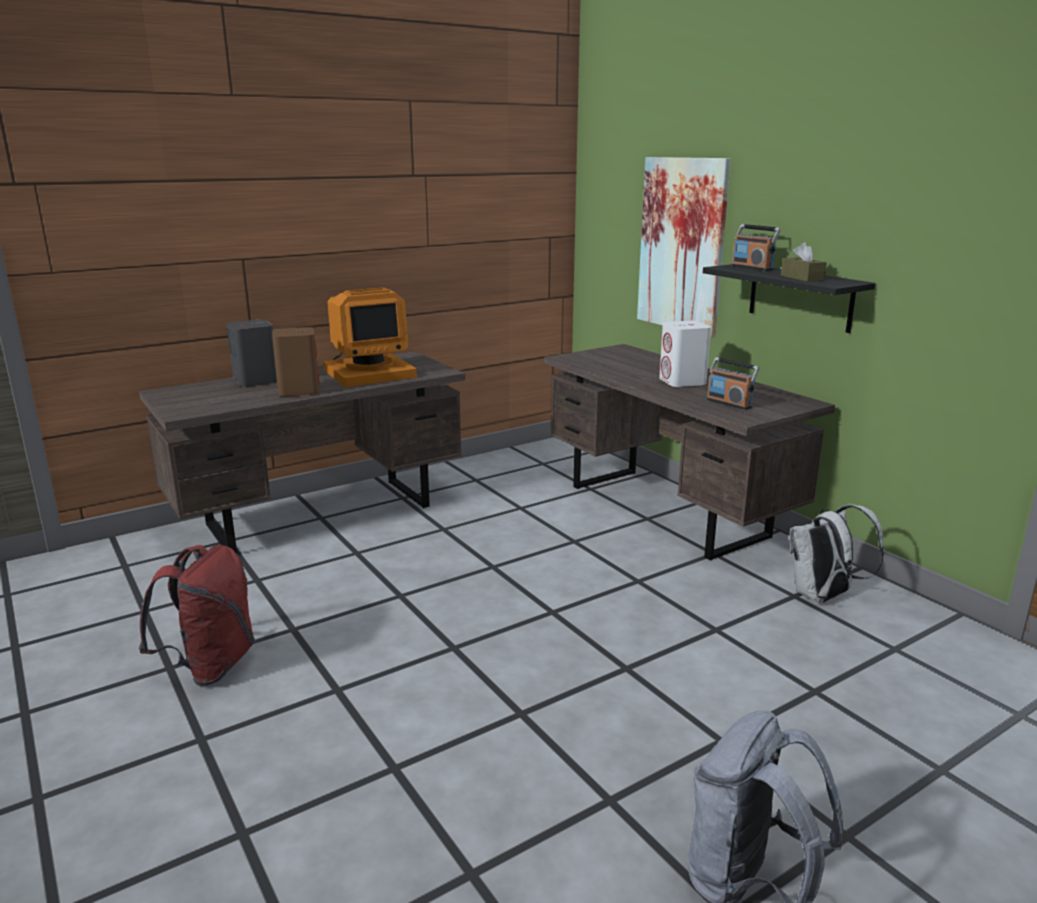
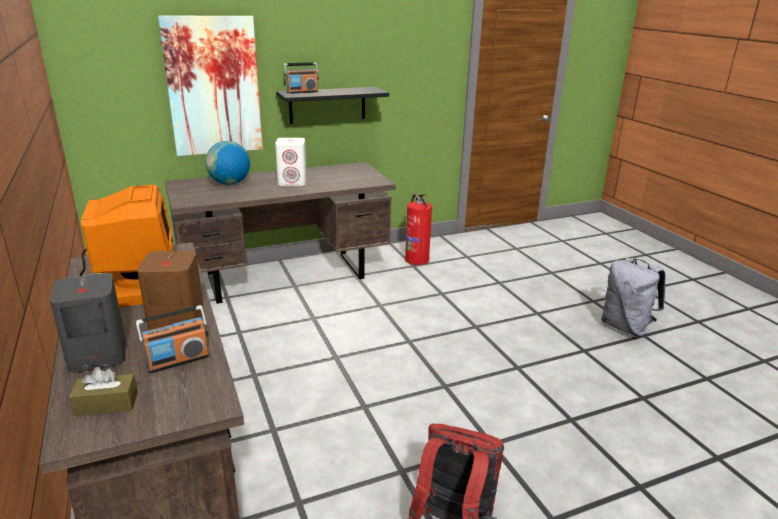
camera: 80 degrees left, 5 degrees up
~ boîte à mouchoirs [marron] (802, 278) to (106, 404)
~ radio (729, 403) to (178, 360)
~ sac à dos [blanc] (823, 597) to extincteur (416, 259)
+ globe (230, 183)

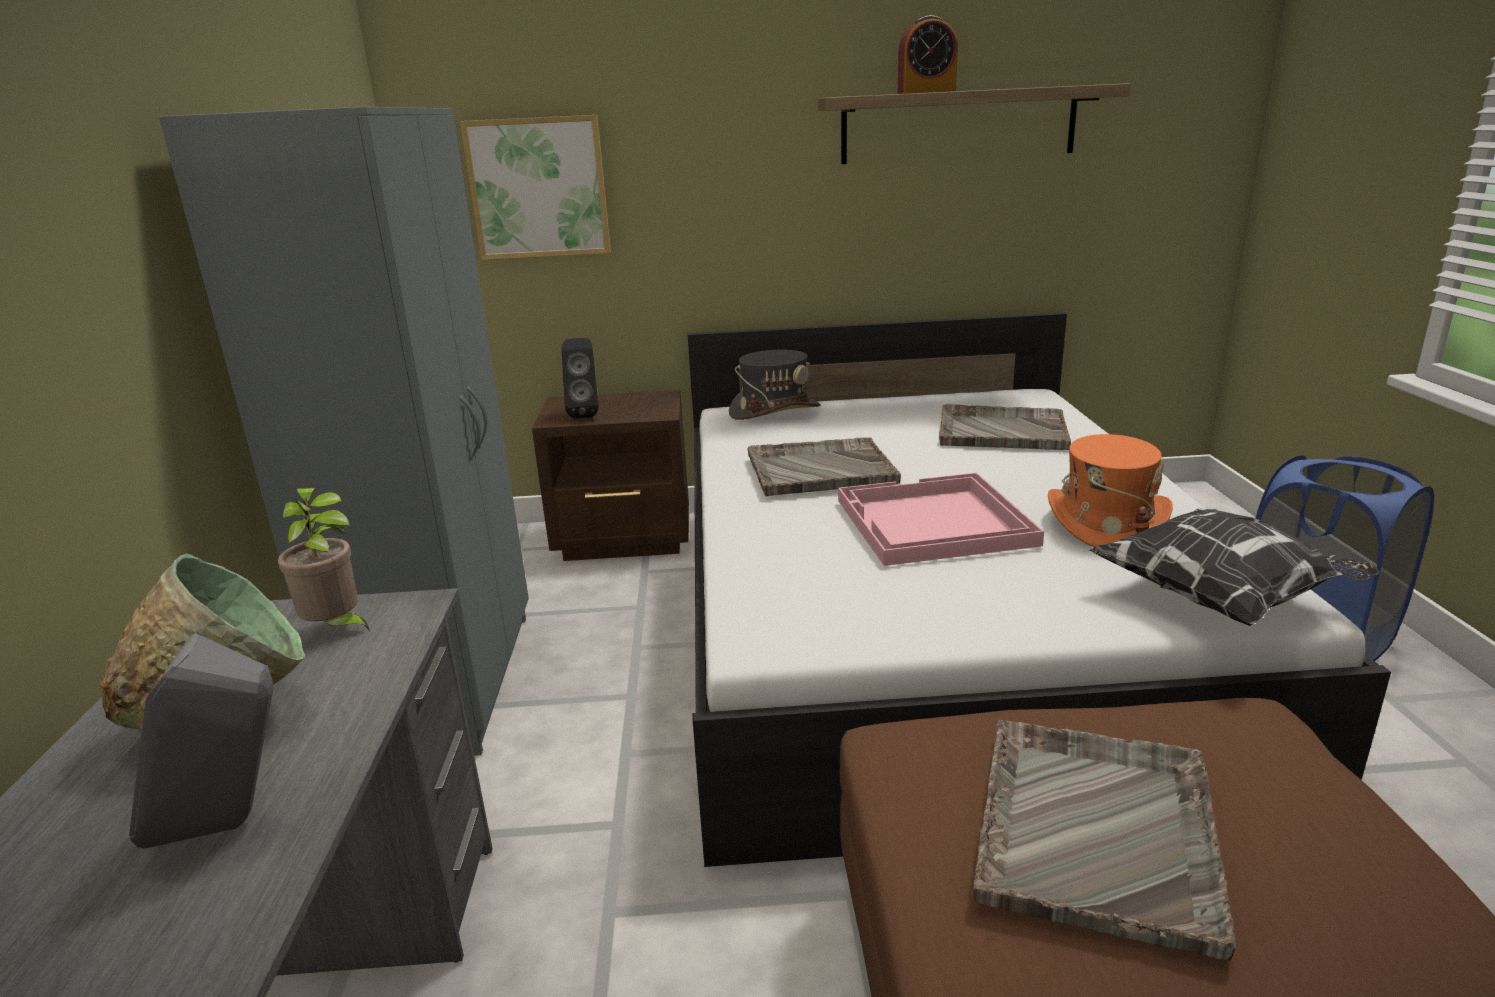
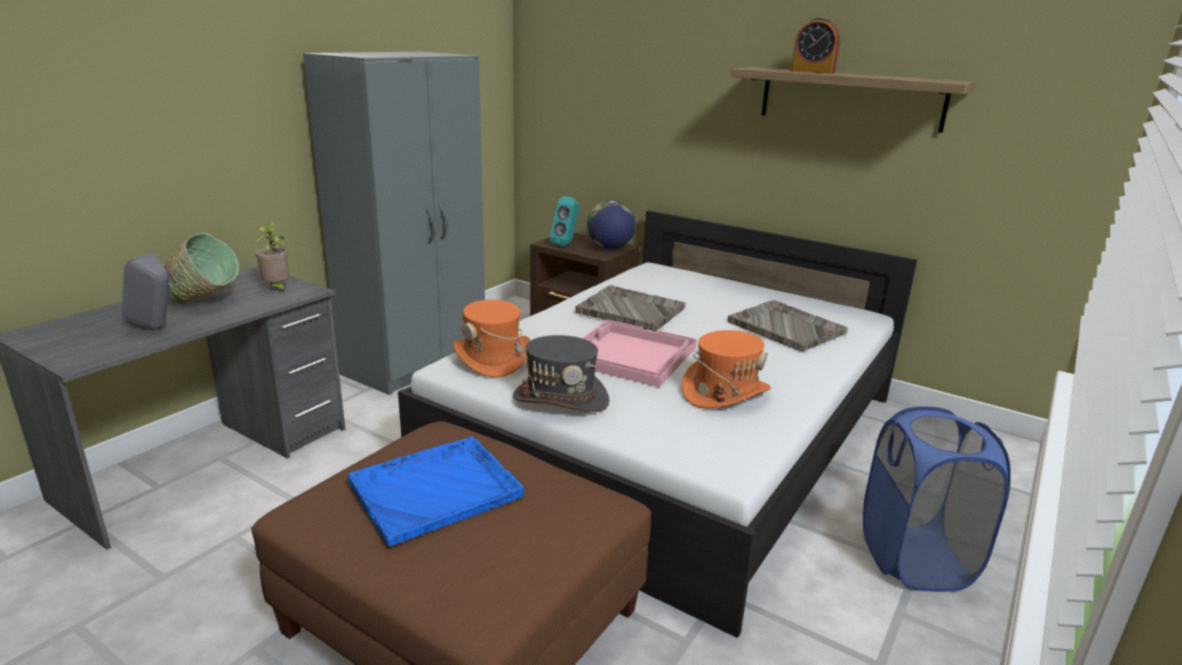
camera: 35 degrees right, 0 degrees up
- tableau (538, 188)
~ enceinte [noir] (585, 414) to enceinte [turquoise] (566, 244)
~ chapeau [gris] (774, 410) to (561, 399)
- coussin (1222, 599)
~ plateau [gris] (1096, 827) to plateau [bleu] (437, 489)
+ globe (610, 248)
+ chapeau [orange] (493, 358)

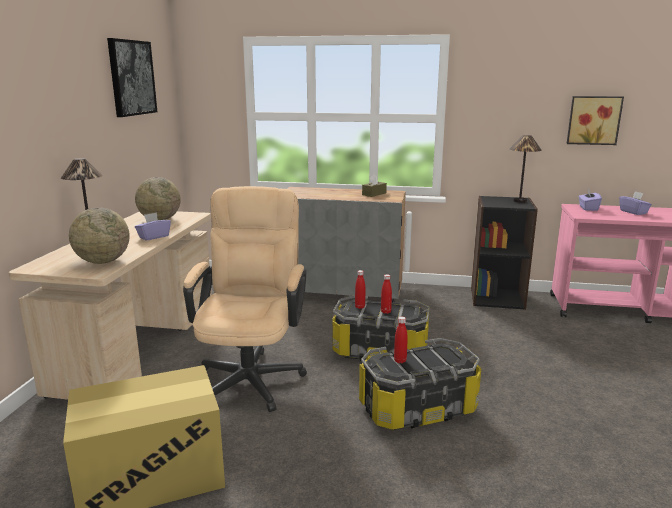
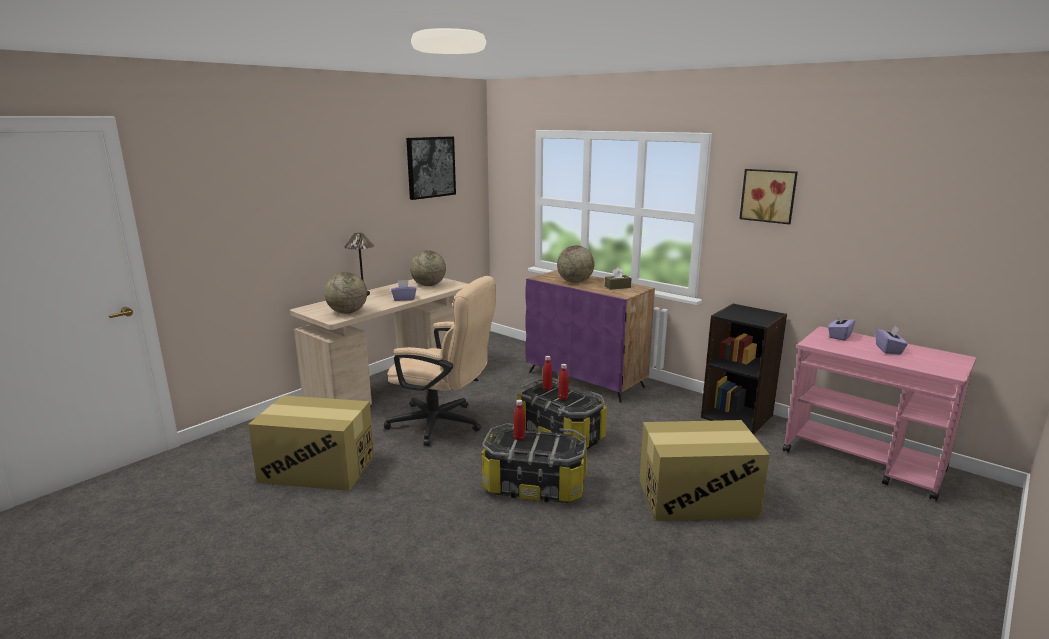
camera: 30 degrees right, 0 degrees up
~ tableau (593, 120) to (768, 195)
- lampe de table (519, 201)
~ chaise de bureau [beige] (252, 375) = (443, 425) 75 degrees clockwise
~ meuble de rangement [gris] (342, 295) to meuble de rangement [violet] (586, 379)
+ globe (575, 282)
+ carton (696, 498)

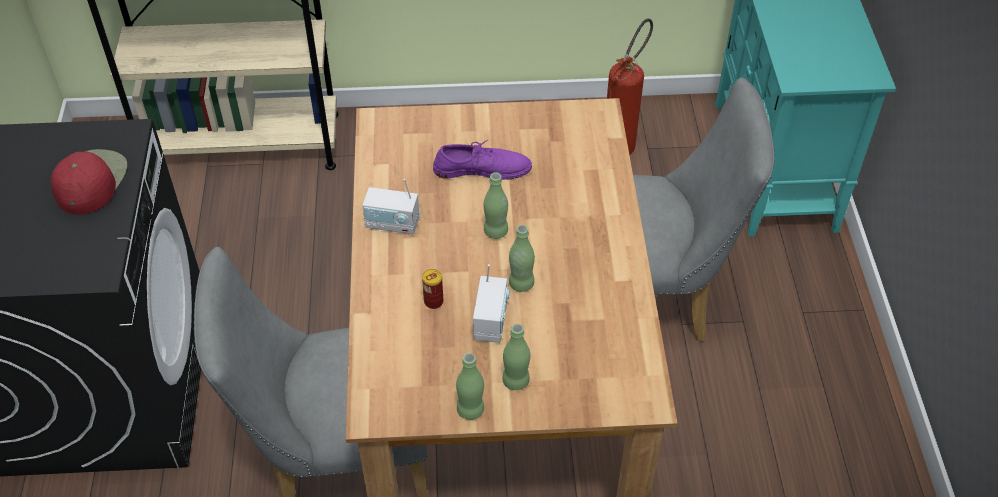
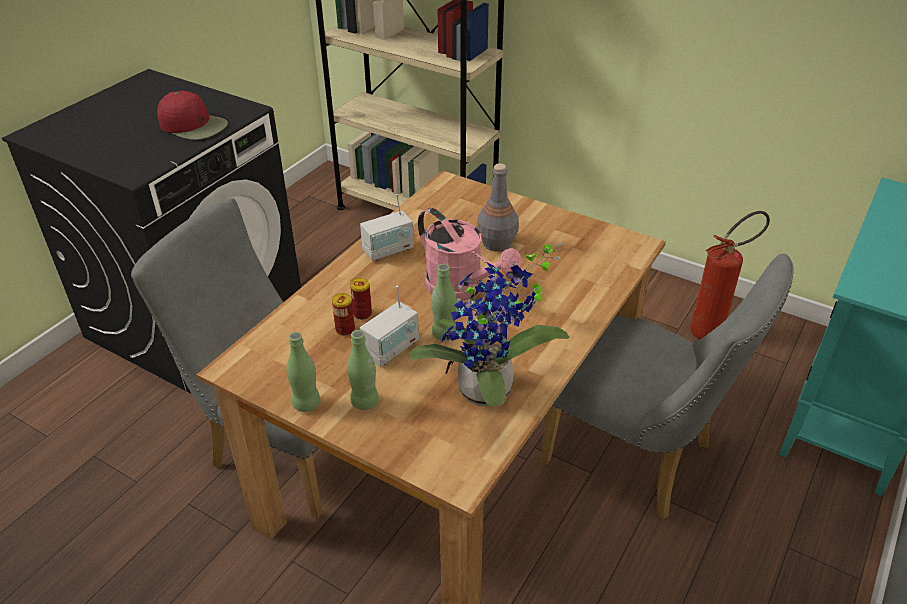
camera: 35 degrees right, 10 degrees down
~ chaussure [violet] (482, 168) to bouteille [gris] (496, 243)
~ casquette [rouge] (90, 181) = (194, 125) 75 degrees clockwise
~ bouteille [vert] (495, 231) to arrosoir [rose] (462, 289)
~ radio (392, 224) = (388, 250) 75 degrees counterclockwise
+ plante en pot (488, 395)
+ boîte métallique (345, 329)

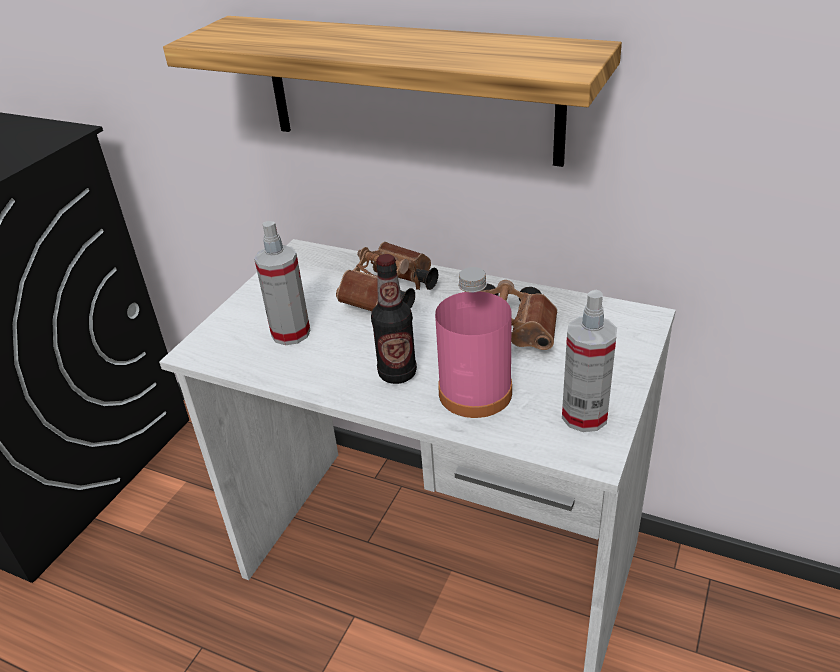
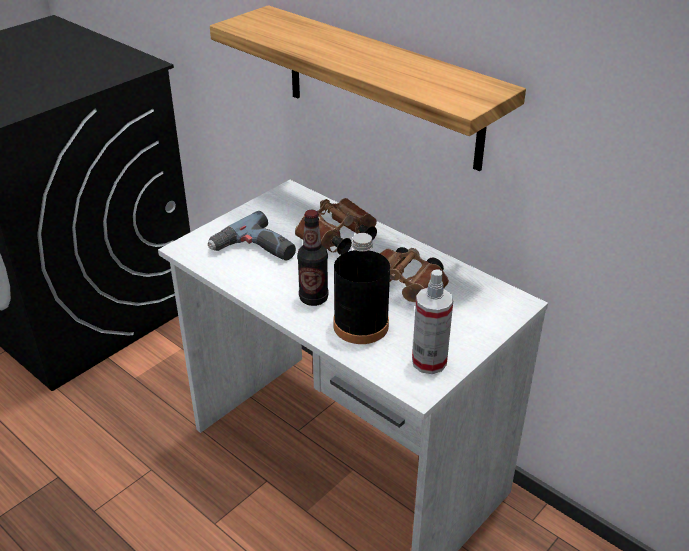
camera: 15 degrees right, 0 degrees up
~ vaporisateur (290, 333) to perceuse (254, 251)
~ bouteille [rose] (475, 392) to bouteille [noir] (361, 325)

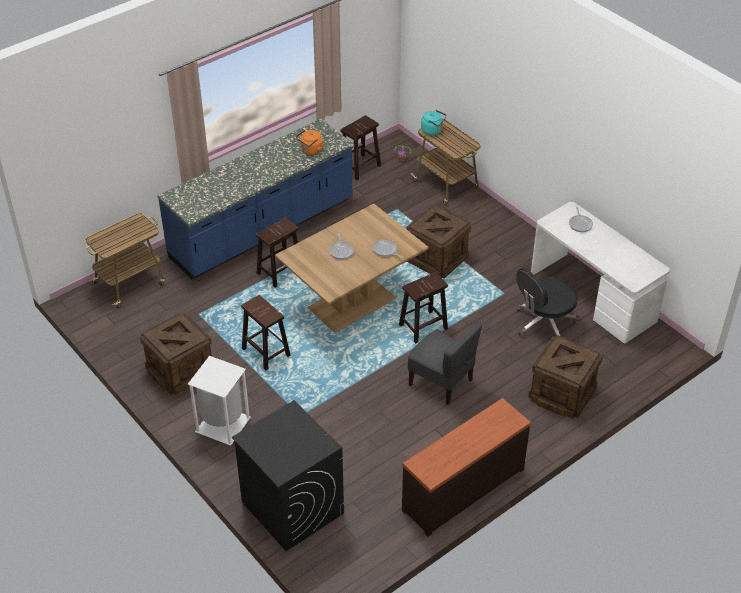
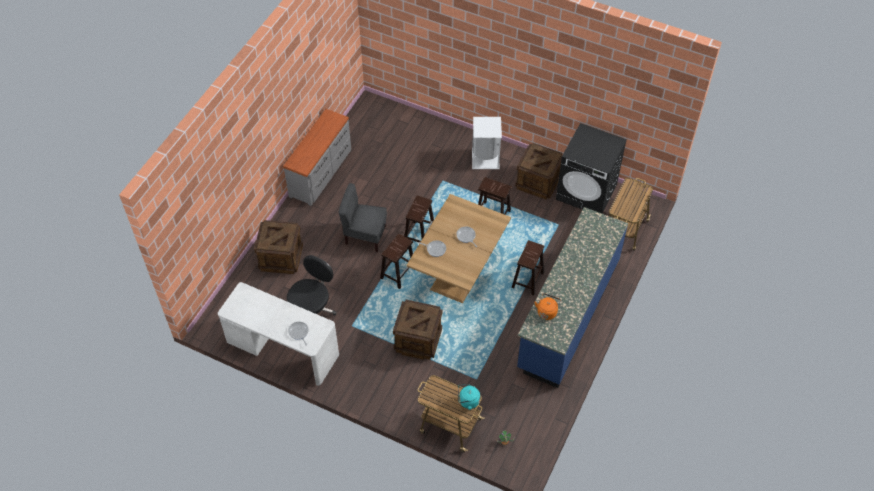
camera: 155 degrees right, 10 degrees up
~ tabouret [marron] (359, 167) to (419, 234)
~ commode [marron] (462, 488) to commode [gris] (321, 173)
~ lave-linge [noir] (292, 507) to (586, 192)

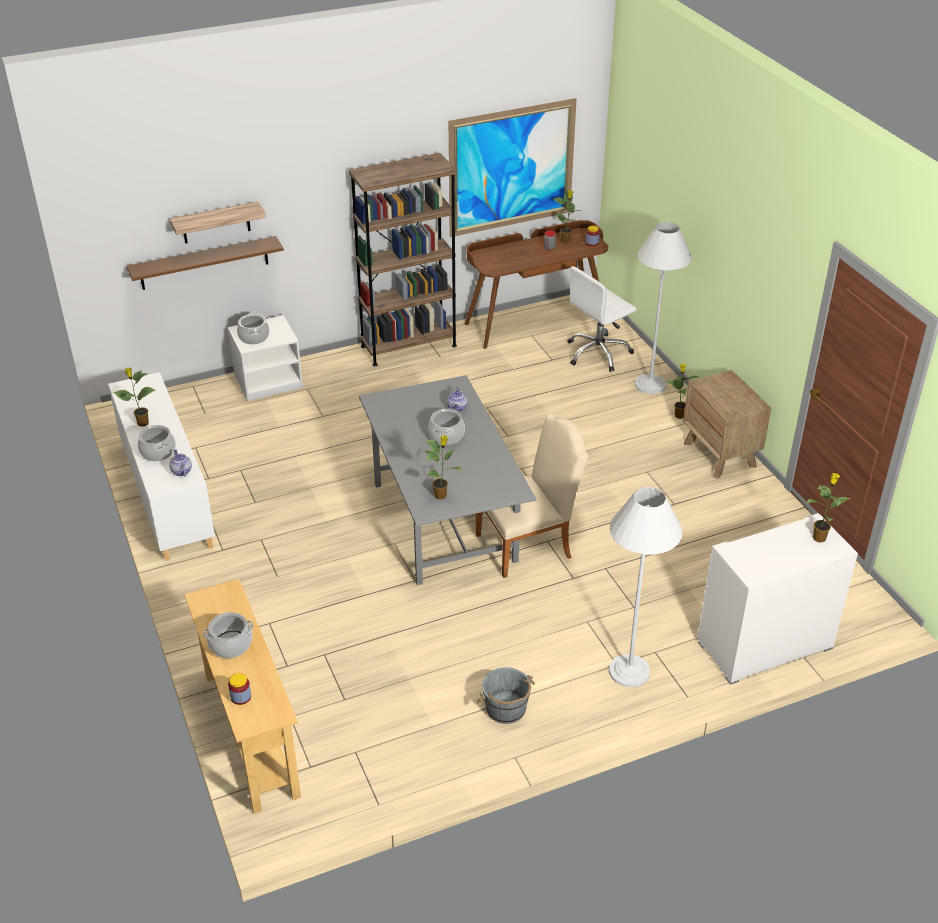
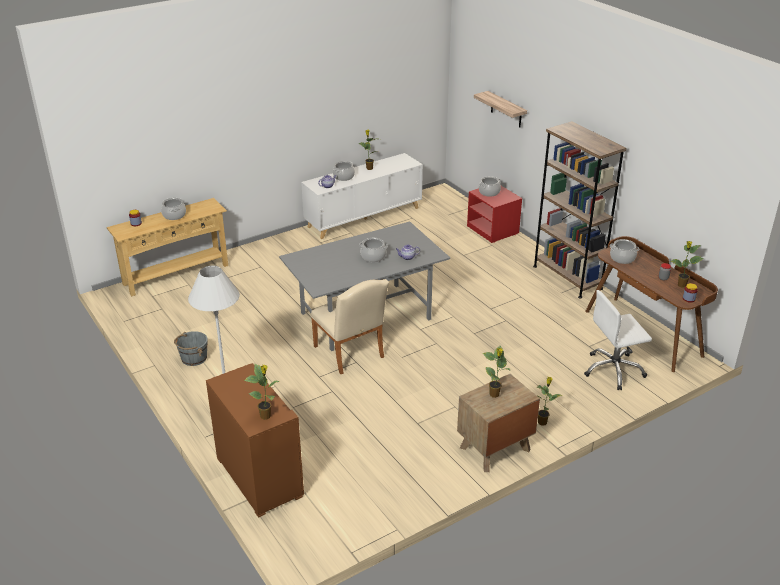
camera: 80 degrees right, 5 degrees down
- tableau (512, 168)
- lampadaire [blanc] (650, 384)
- étagère [marron] (204, 263)
~ chaise de bureau [blanc] (598, 353) = (613, 370) 60 degrees counterclockwise
~ table de chevet [blanc] (268, 381) to table de chevet [rouge] (493, 230)
~ plante en pot (441, 495) to (494, 395)
~ commode [blanc] (765, 646) to commode [marron] (258, 477)
+ marmite (622, 258)

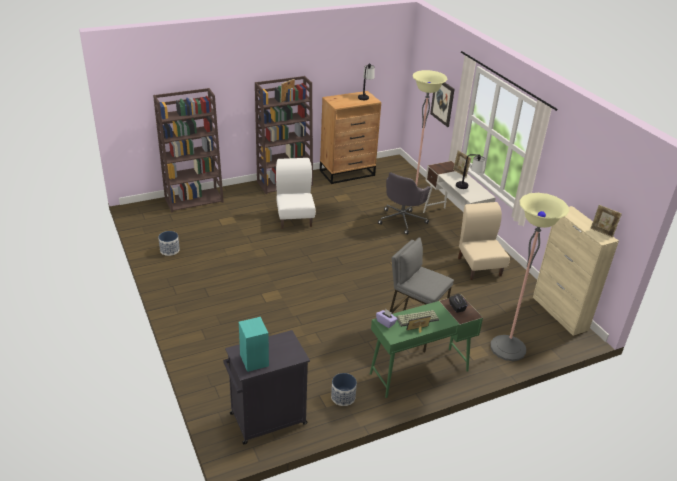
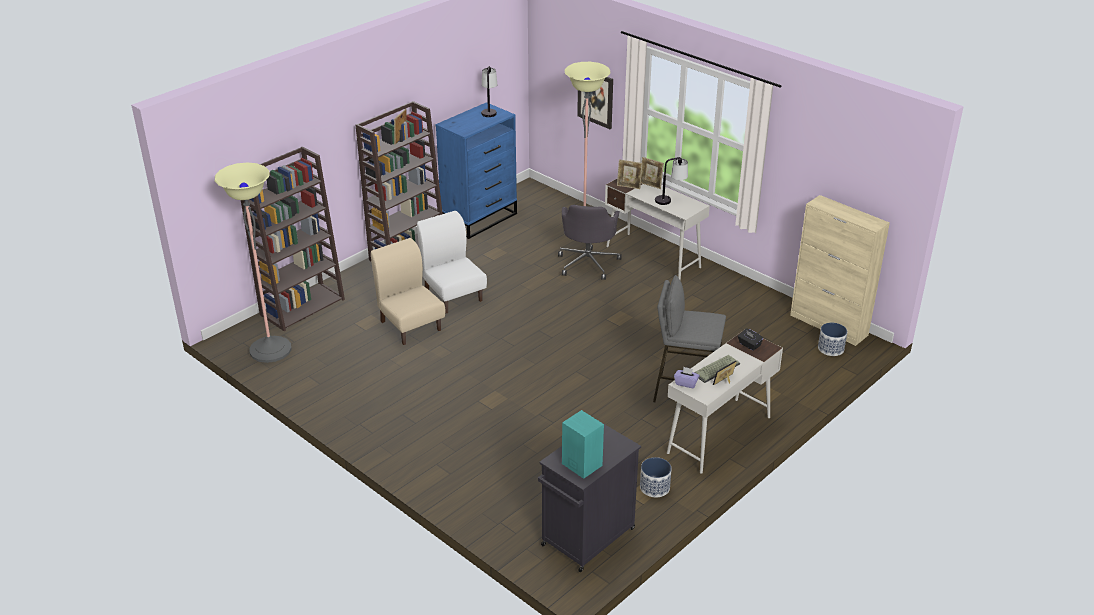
camera: 20 degrees left, 0 degrees up
~ commode [marron] (347, 173) to commode [bleu] (480, 219)
~ lampadaire (508, 348) to (270, 350)
~ chaise [beige] (479, 266) to (410, 325)
~ cadre photo (602, 232) to (629, 187)
~ cache-pot (169, 250) to (830, 349)
~ bureau [vert] (418, 372) to bureau [blanc] (719, 435)

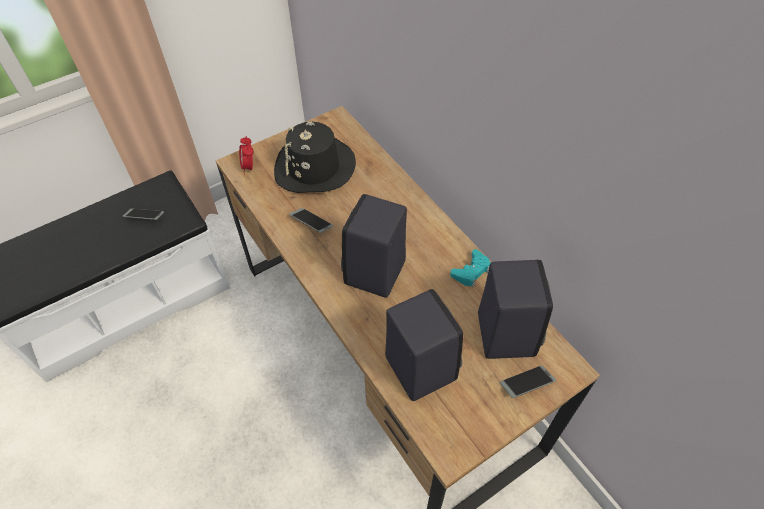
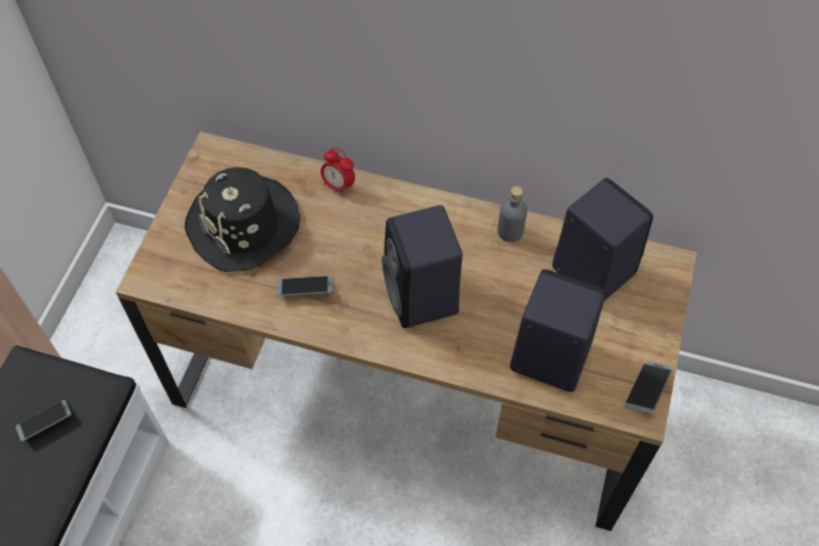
camera: 40 degrees left, 5 degrees up
~ réveil (249, 167) to (338, 185)
~ manette [turquoise] (471, 271) to bouteille [gris] (510, 231)
~ téléphone (526, 383) to (647, 390)

